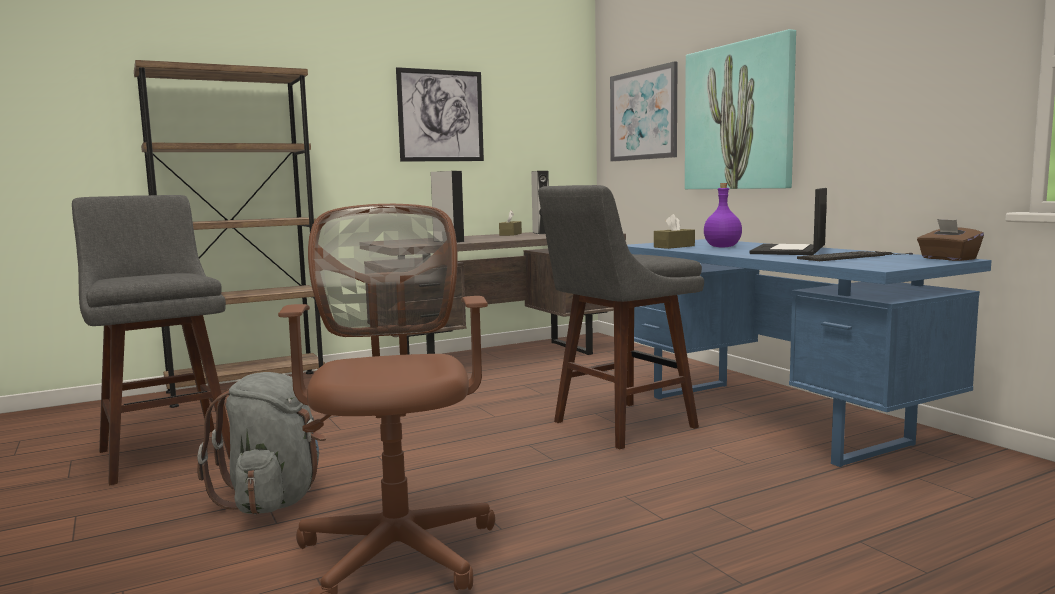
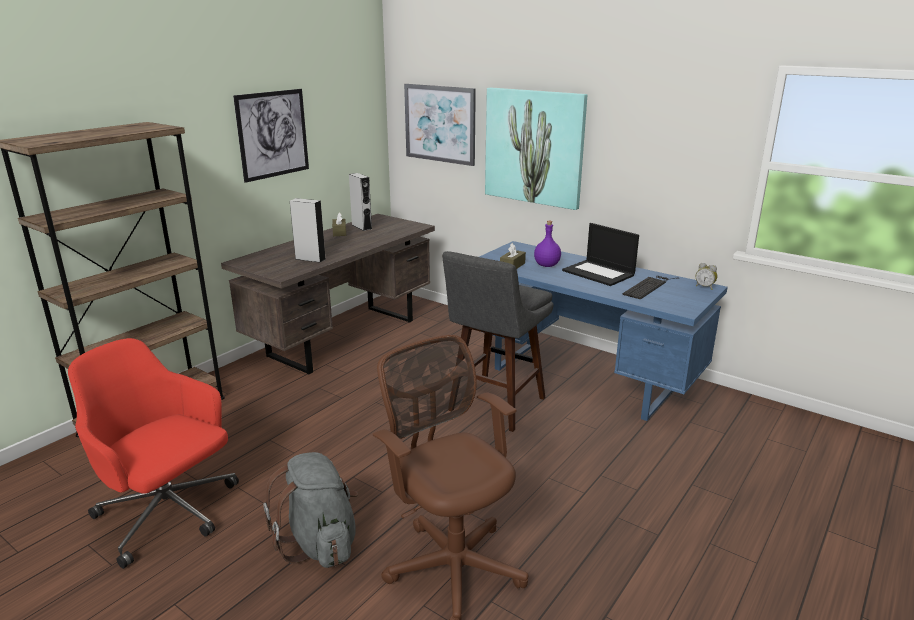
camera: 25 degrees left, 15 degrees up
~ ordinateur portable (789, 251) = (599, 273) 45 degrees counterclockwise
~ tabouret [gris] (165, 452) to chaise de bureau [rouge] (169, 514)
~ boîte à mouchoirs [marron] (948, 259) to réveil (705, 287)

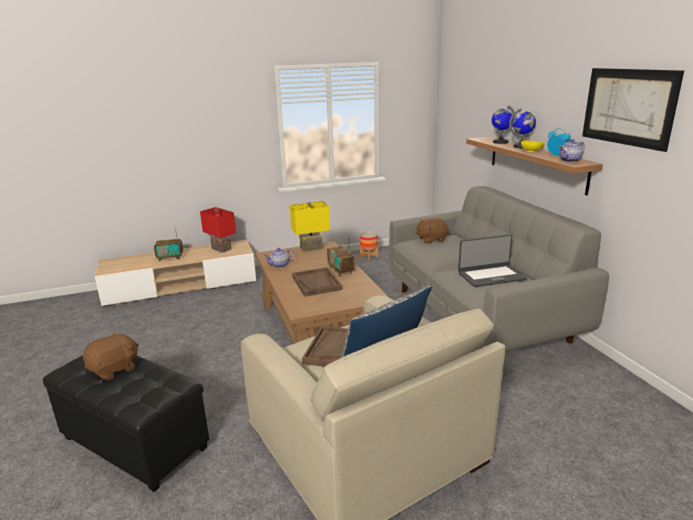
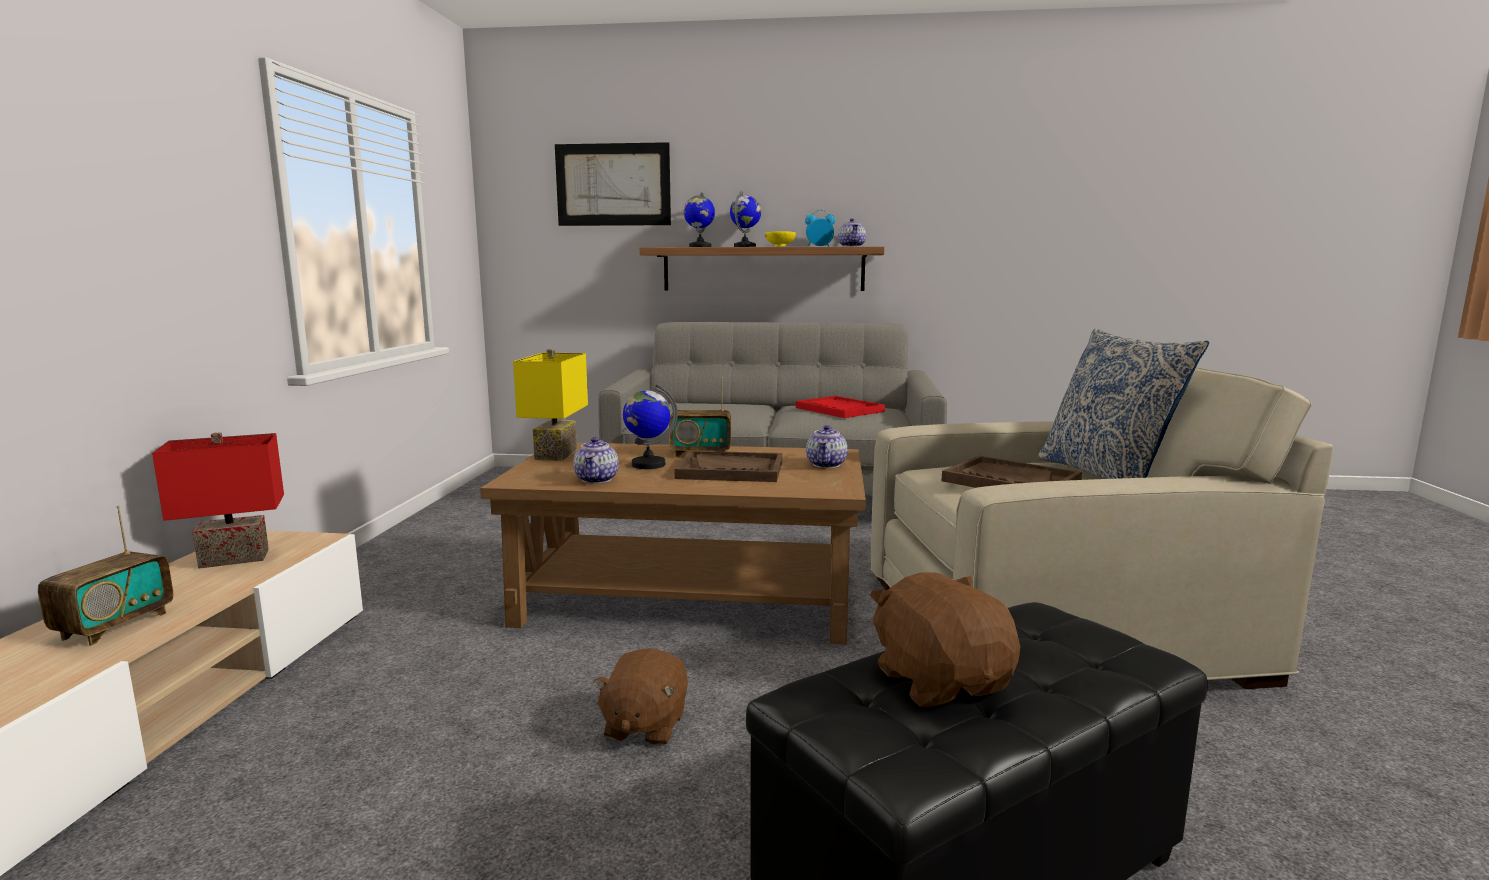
camera: 65 degrees left, 10 degrees down
~ tableau (628, 107) to (613, 185)
~ peluche [marron] (431, 240) to (644, 726)
- cache-pot (369, 257)
~ ordinateur portable (491, 276) to plateau [rouge] (839, 409)
+ globe (648, 464)
+ théière (827, 464)

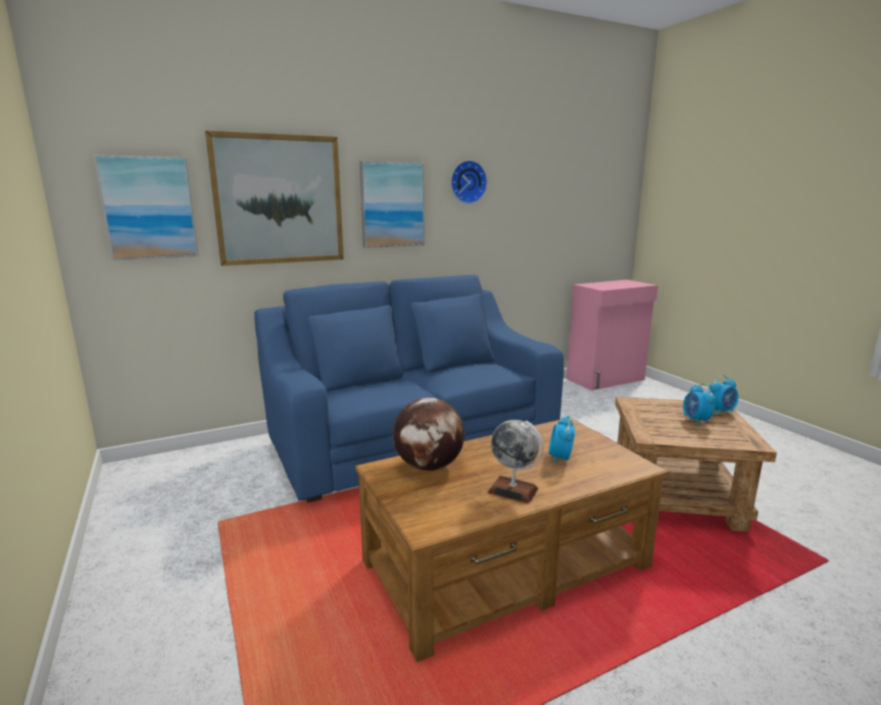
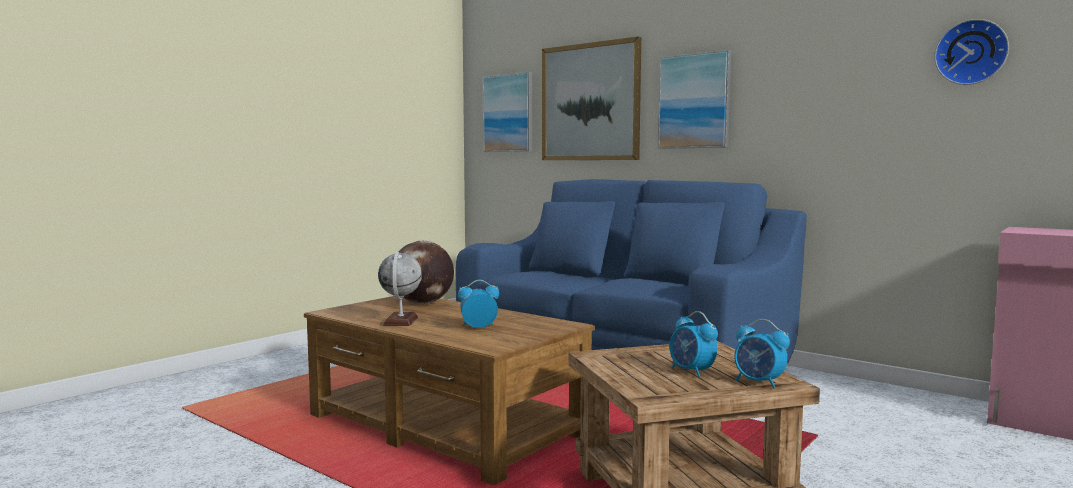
camera: 65 degrees right, 10 degrees down
~ horloge murale (467, 182) to (971, 52)
~ réveil (696, 420) = (692, 371) 90 degrees counterclockwise

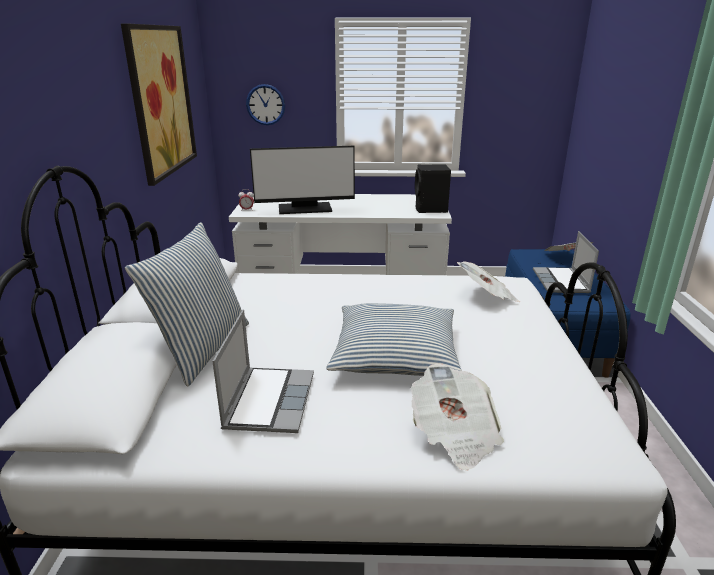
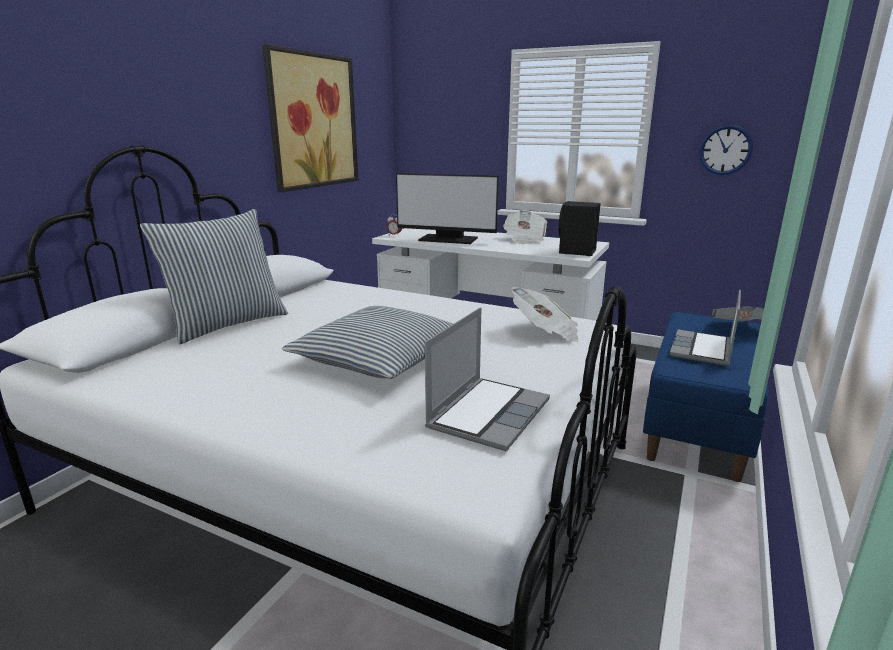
camera: 25 degrees right, 5 degrees down
~ horloge murale (265, 104) to (725, 150)
~ ordinateur portable (269, 400) to (488, 413)
~ journal (454, 435) to (524, 239)

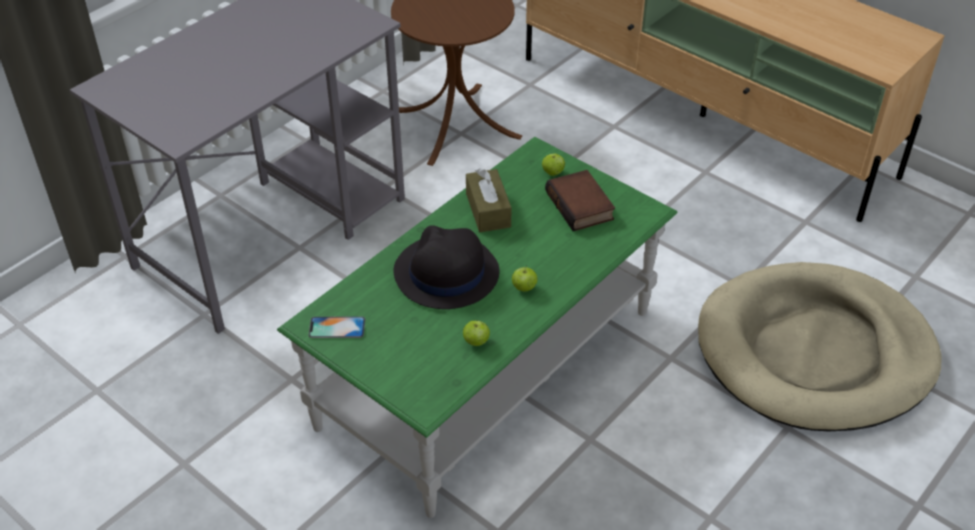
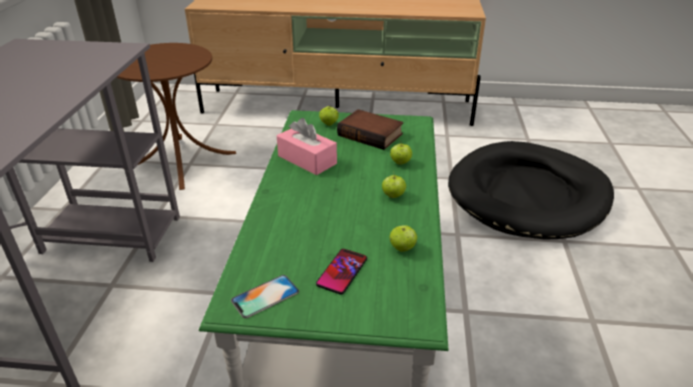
camera: 35 degrees left, 10 degrees down
~ boîte à mouchoirs [marron] (488, 210) to boîte à mouchoirs [rose] (307, 160)
- chapeau [noir] (445, 273)
~ panier pour chien [beige] (814, 352) to panier pour chien [noir] (528, 195)
+ pomme (400, 163)
+ téléphone (342, 272)

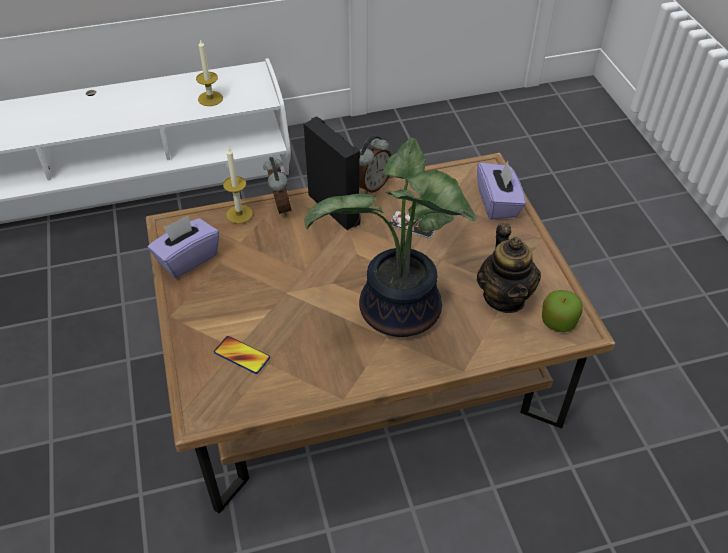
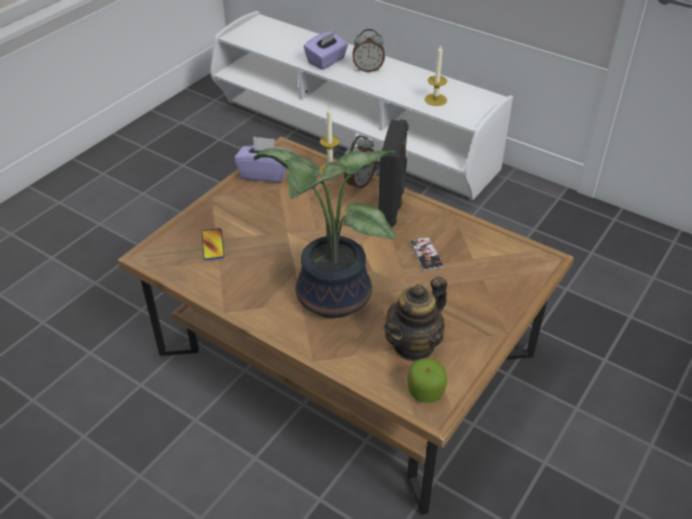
camera: 50 degrees right, 5 degrees down
~ réveil (372, 185) to (368, 69)
~ boîte à mouchoirs [violet] (498, 203) to (326, 61)

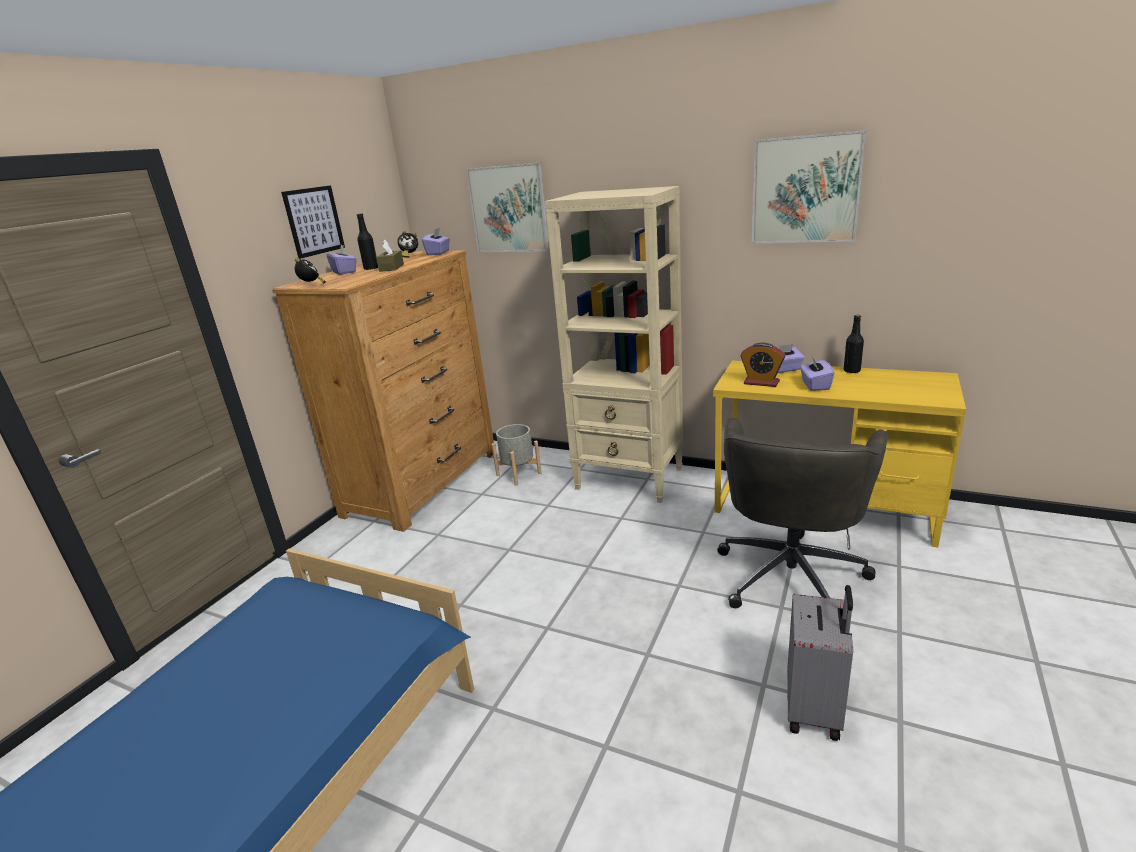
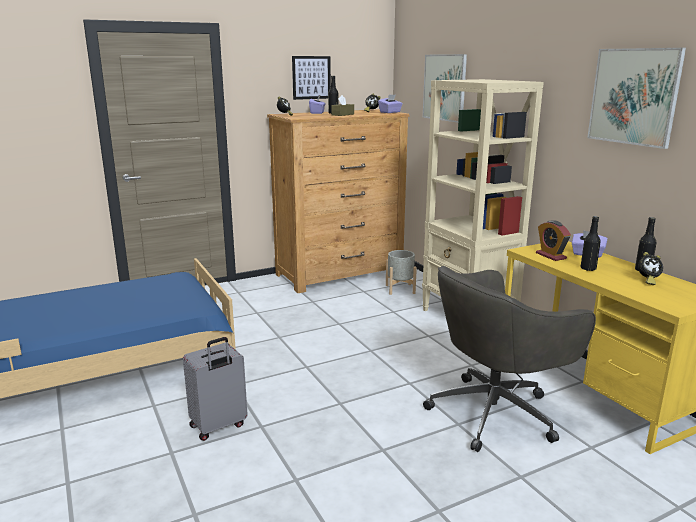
camera: 35 degrees right, 5 degrees down
~ boîte à mouchoirs [violet] (815, 385) to bouteille [noir] (588, 269)
~ valise [gris] (815, 710) to (218, 426)
+ réveil (647, 281)

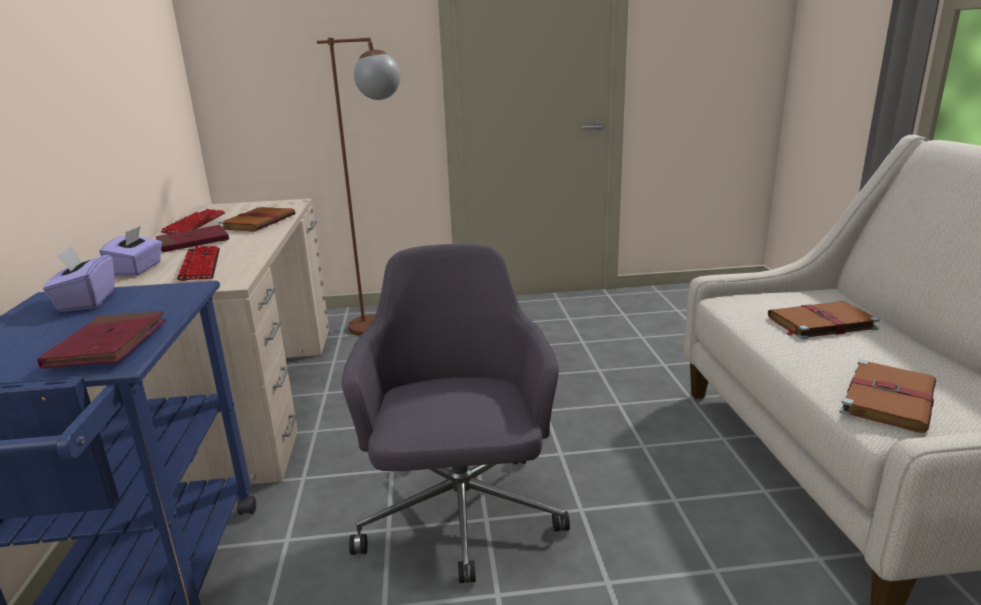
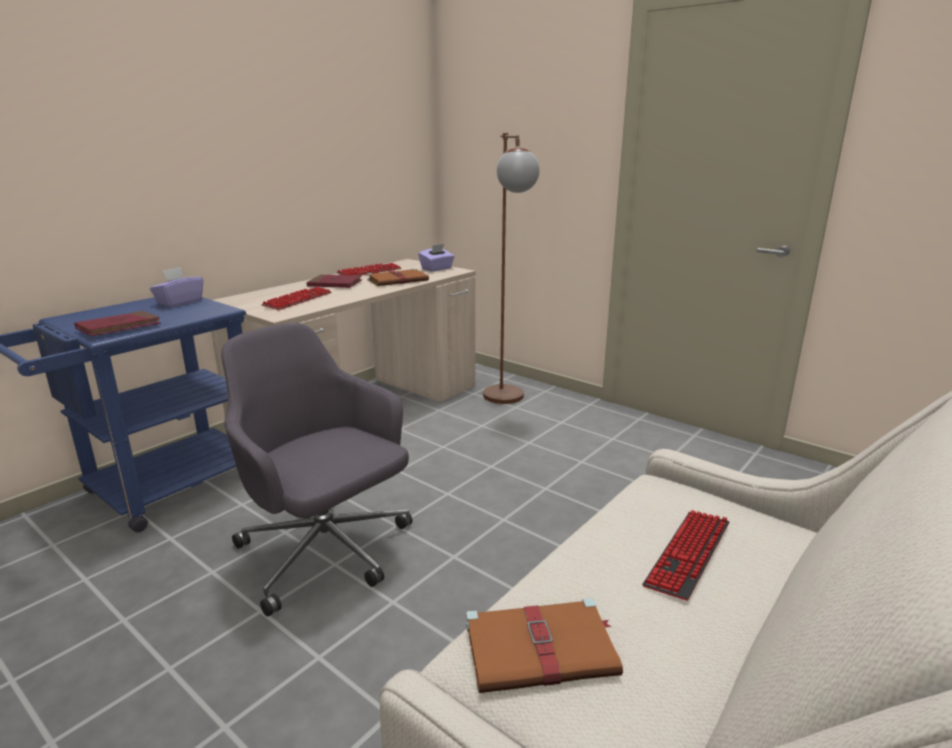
camera: 45 degrees right, 0 degrees up
~ boîte à mouchoirs [violet] (138, 269) to (437, 269)
~ chaise de bureau [gris] (461, 516) = (326, 552) 90 degrees counterclockwise
~ livre [marron] (819, 323) to clavier (688, 554)

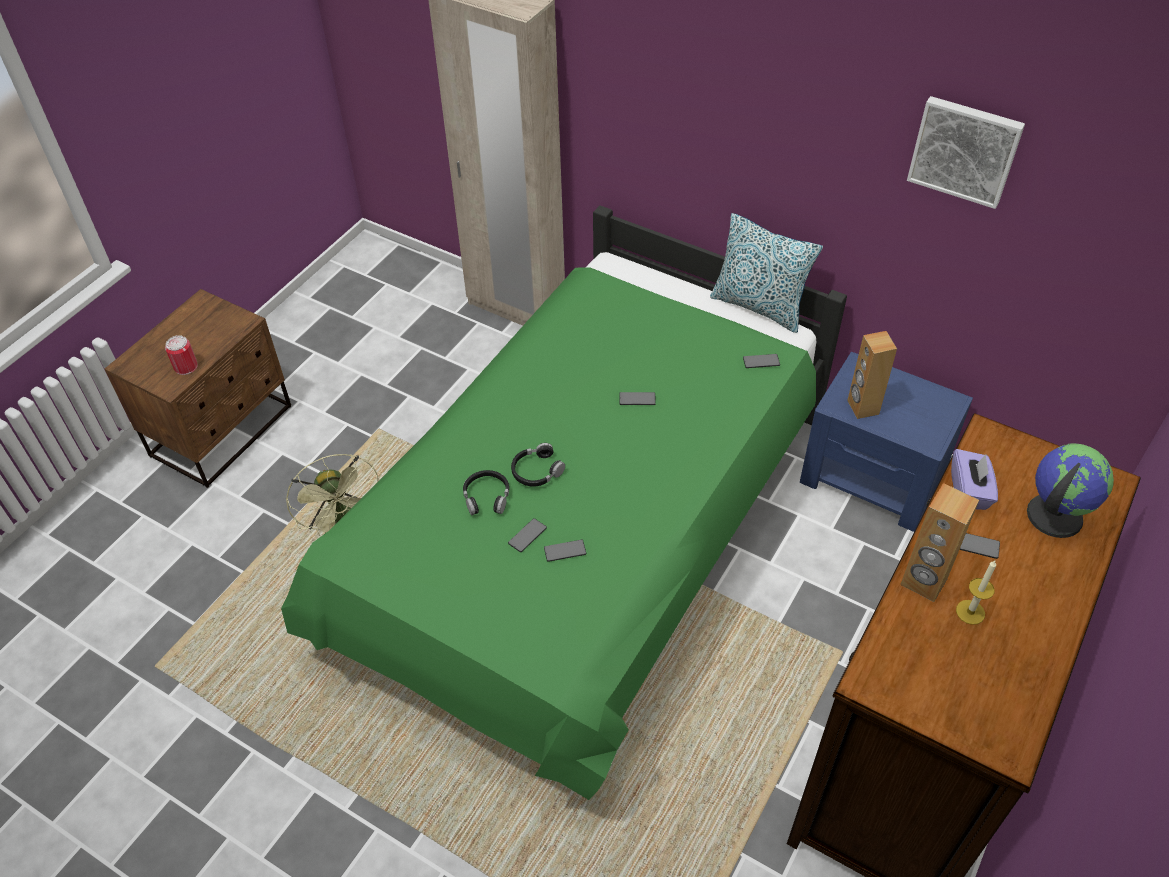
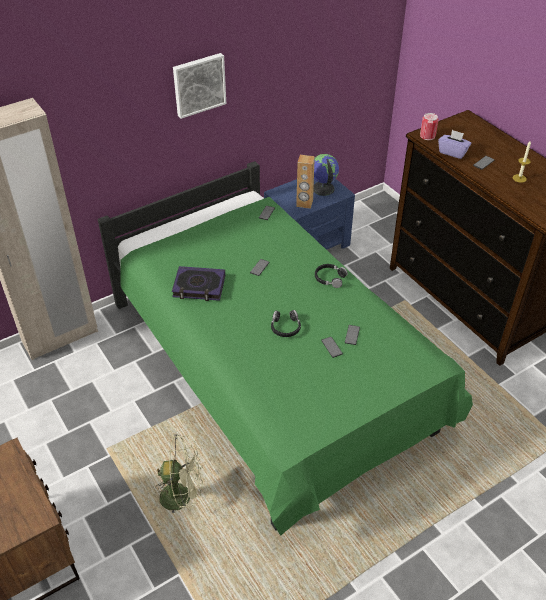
camera: 65 degrees left, 5 degrees down
~ tableau (965, 150) to (199, 84)
- coussin (759, 306)
~ boîte métallique (186, 366) to (427, 136)
~ globe (1053, 515) to (322, 189)
~ casque audio [noir] (486, 497) to (329, 278)
- enceinte [marron] (923, 582)
+ livre (199, 287)

